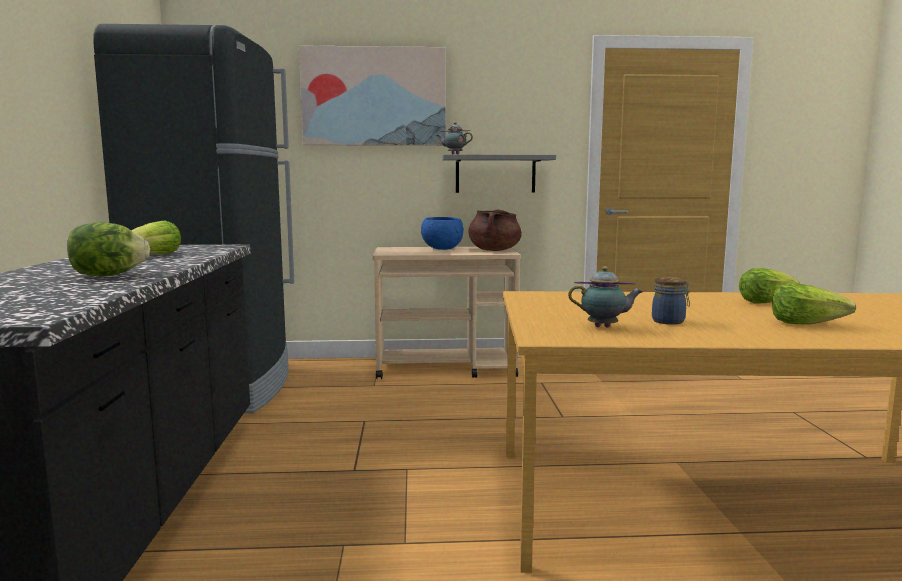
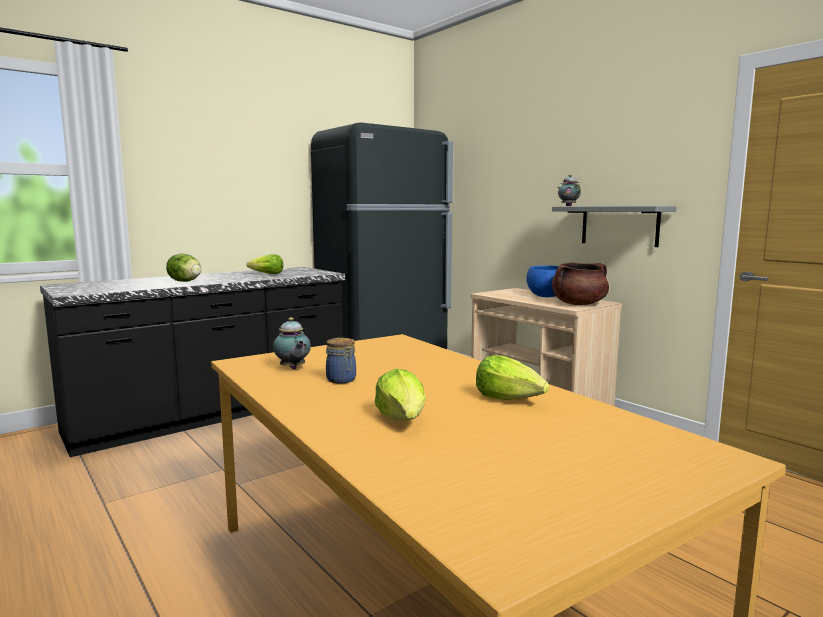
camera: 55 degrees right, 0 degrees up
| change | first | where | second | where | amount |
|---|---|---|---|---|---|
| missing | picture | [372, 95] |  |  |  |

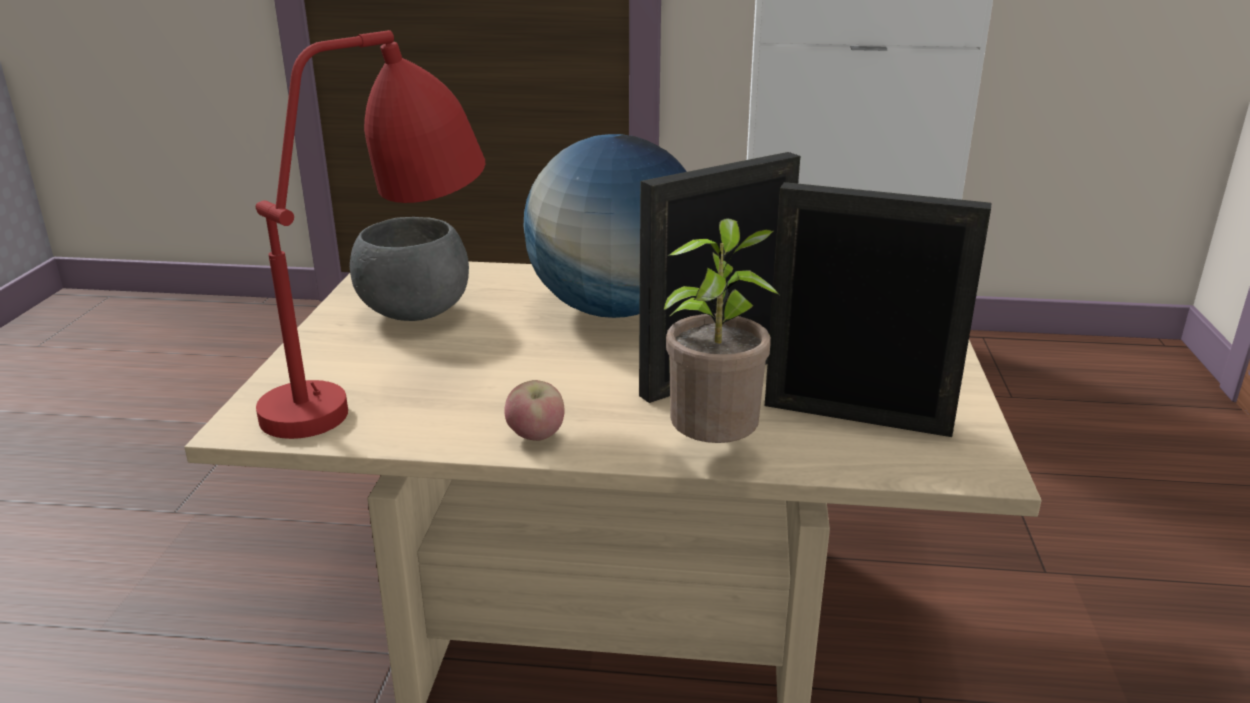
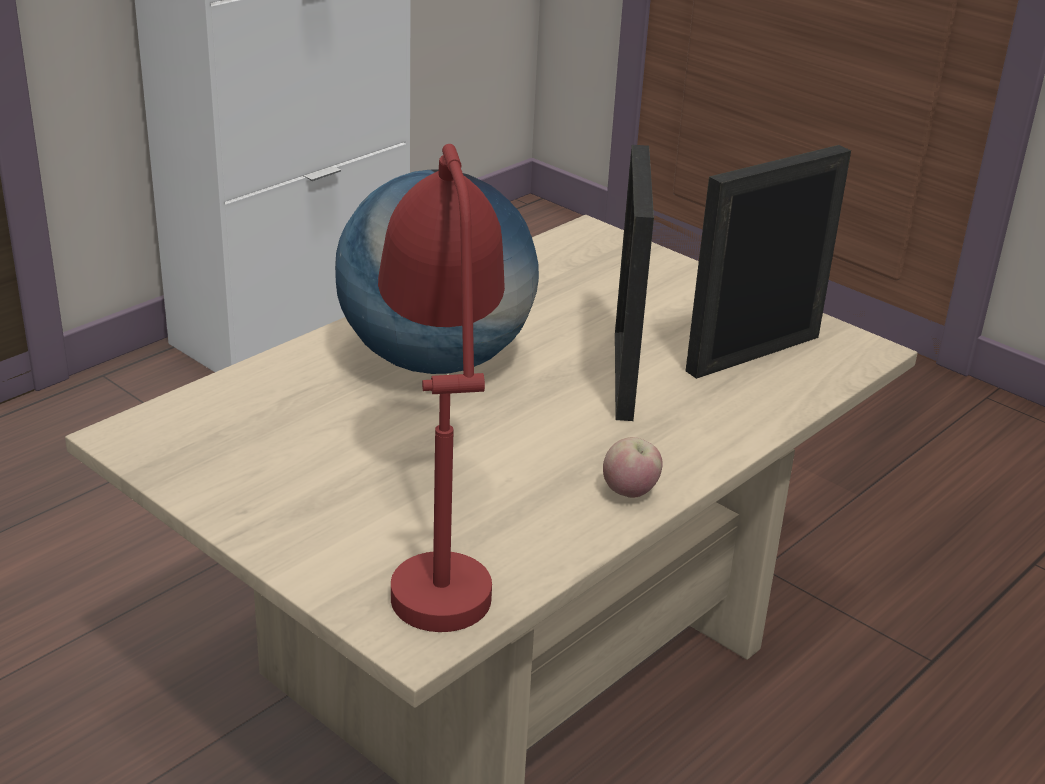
camera: 55 degrees left, 5 degrees up
| change | first | where | second | where | amount |
|---|---|---|---|---|---|
| missing | grey_bowl | [409, 269] |  |  |  |
| missing | potted_plant | [721, 330] |  |  |  |

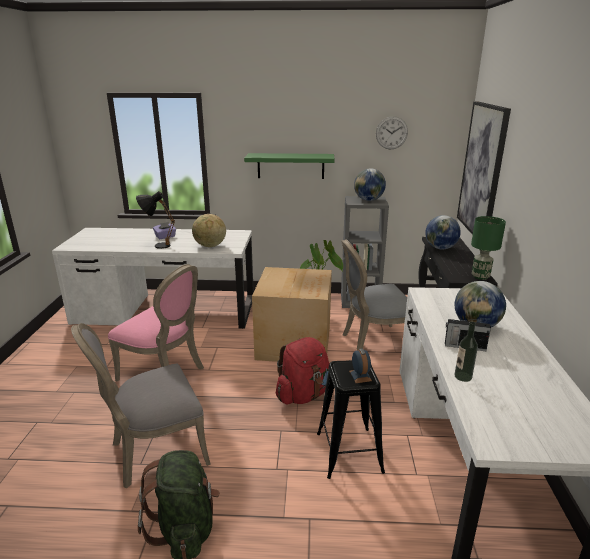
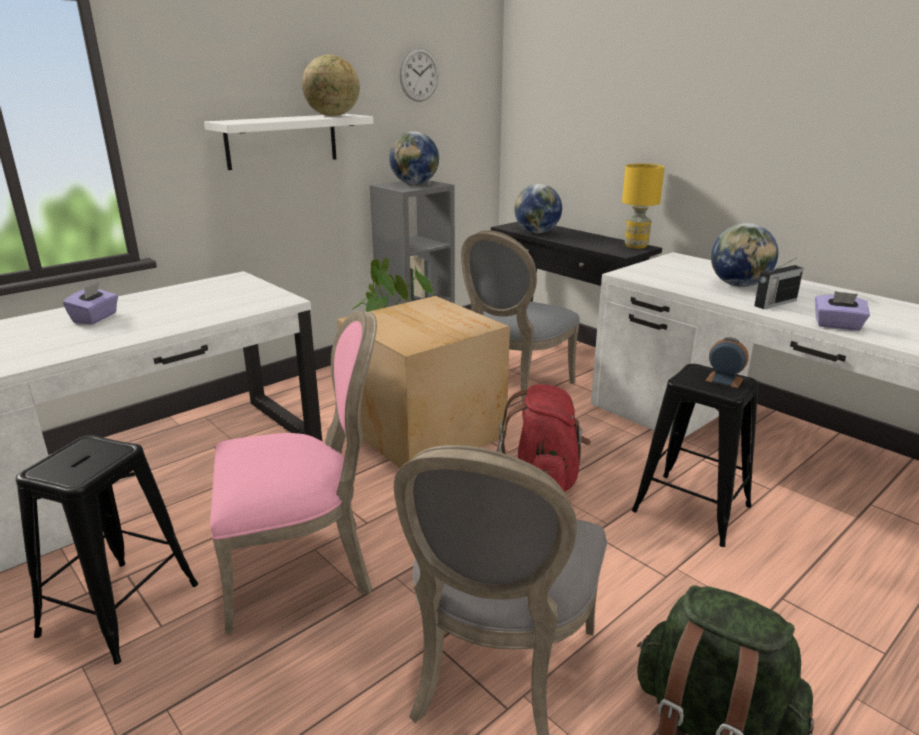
camera: 45 degrees left, 0 degrees up
| change | first | where | second | where | amount |
|---|---|---|---|---|---|
| appeared |  |  | black_stool | [107, 550] |  |
| colour | green_shelf | [289, 166] | white_shelf | [288, 142] |  |
| relocated | globe | [209, 230] |  | [331, 85] |  |
| colour | green_table_lamp | [488, 248] | yellow_table_lamp | [643, 206] |  |
| exchanged | bottle | [466, 351] | purple_tissue_box | [842, 311] |  |
| missing | black_table_lamp | [155, 220] |  |  |  |
| missing | picture | [484, 168] |  |  |  |

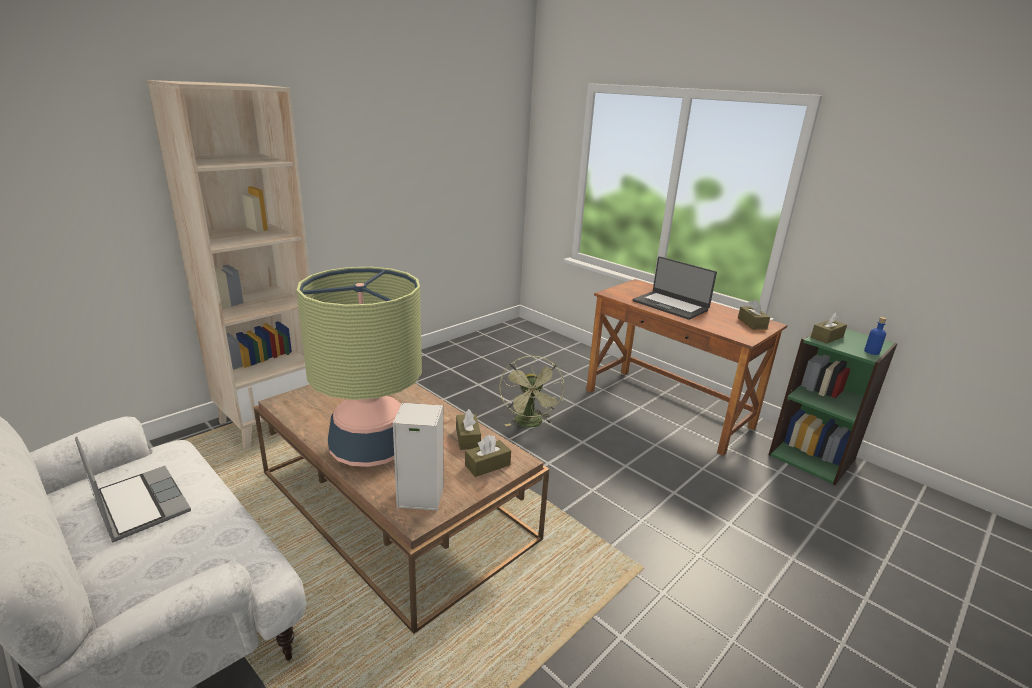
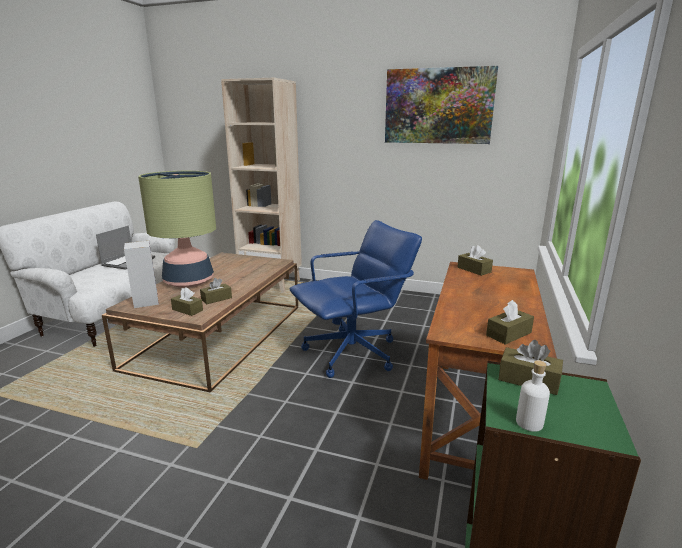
camera: 65 degrees right, 5 degrees down
| change | first | where | second | where | amount |
|---|---|---|---|---|---|
| exchanged | green_fan | [531, 391] | blue_office_chair | [356, 299] |  |
| appeared |  |  | picture | [441, 105] |  |
| appeared |  |  | brown_tissue_box | [475, 260] |  |
| colour | blue_bottle | [875, 336] | white_bottle | [533, 396] |  |
| missing | laptop | [675, 288] |  |  |  |

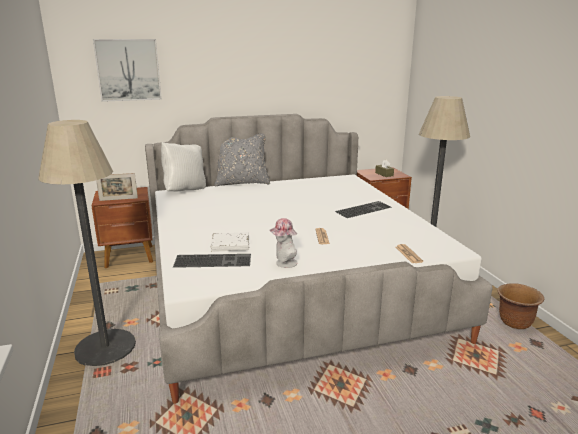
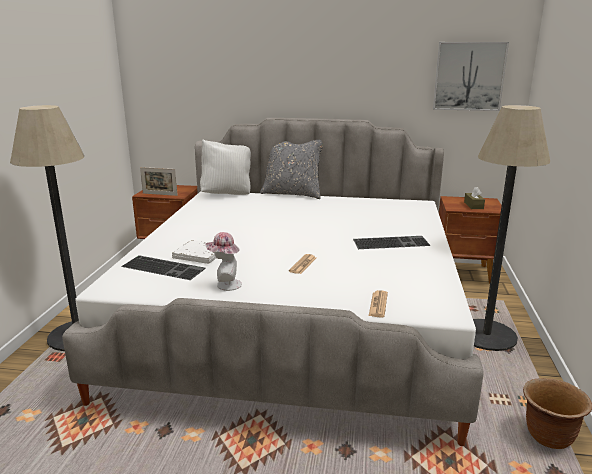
camera: 25 degrees right, 0 degrees up
| change | first | where | second | where | amount |
|---|---|---|---|---|---|
| relocated | picture | [127, 70] |  | [471, 76] |  |

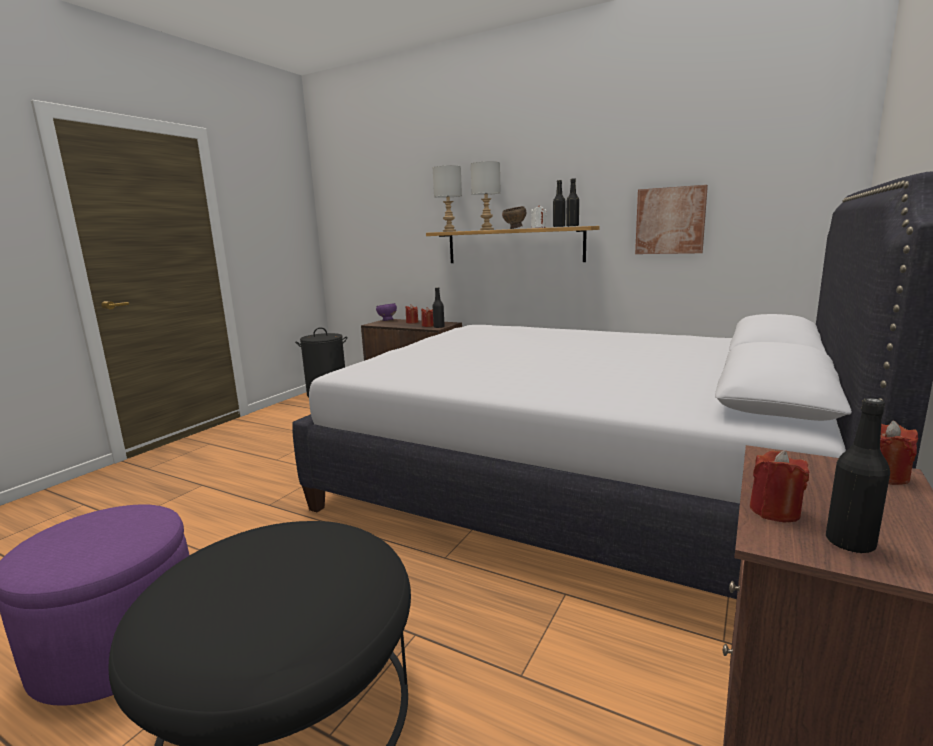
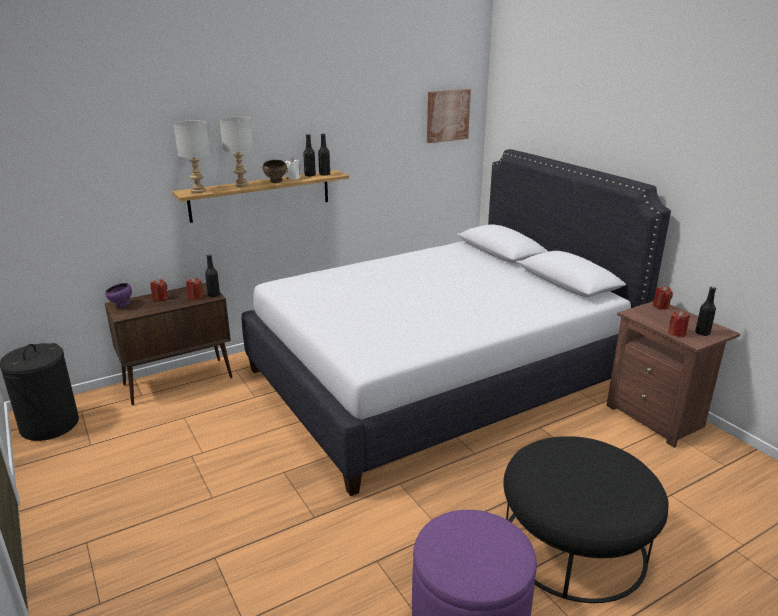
camera: 60 degrees left, 10 degrees up
| change | first | where | second | where | amount |
|---|---|---|---|---|---|
| relocated | picture | [671, 219] |  | [449, 116] |  |

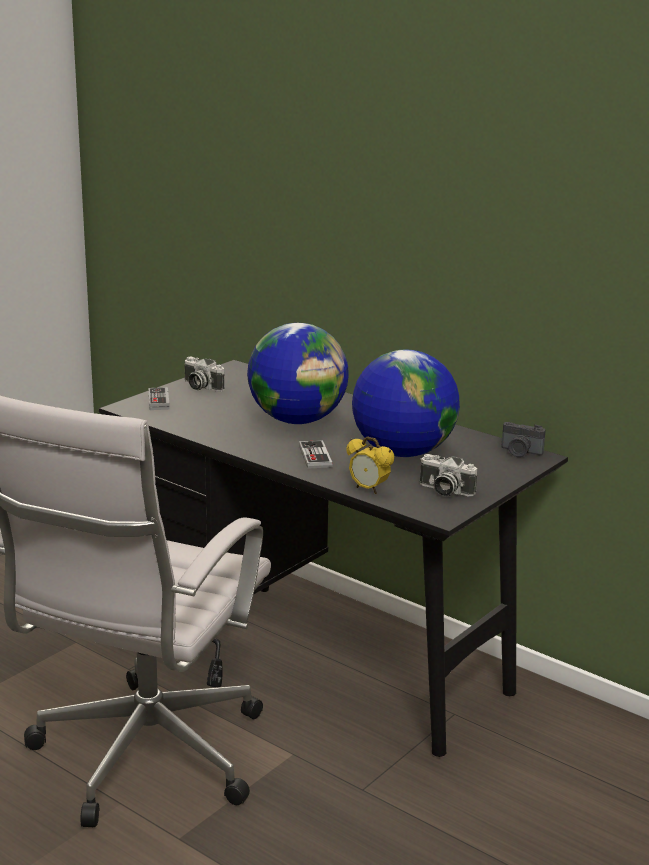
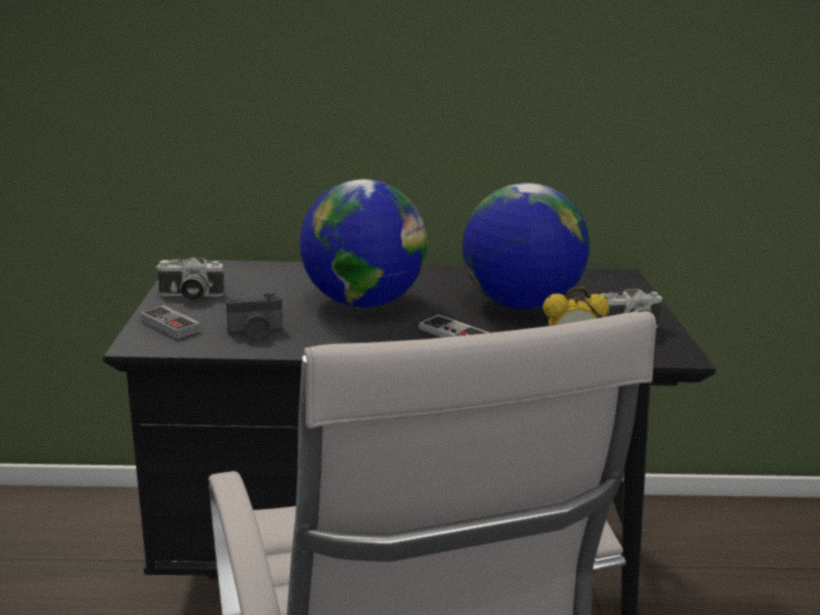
camera: 40 degrees left, 0 degrees up
| change | first | where | second | where | amount |
|---|---|---|---|---|---|
| relocated | photo_camera | [524, 439] |  | [254, 316] |  |

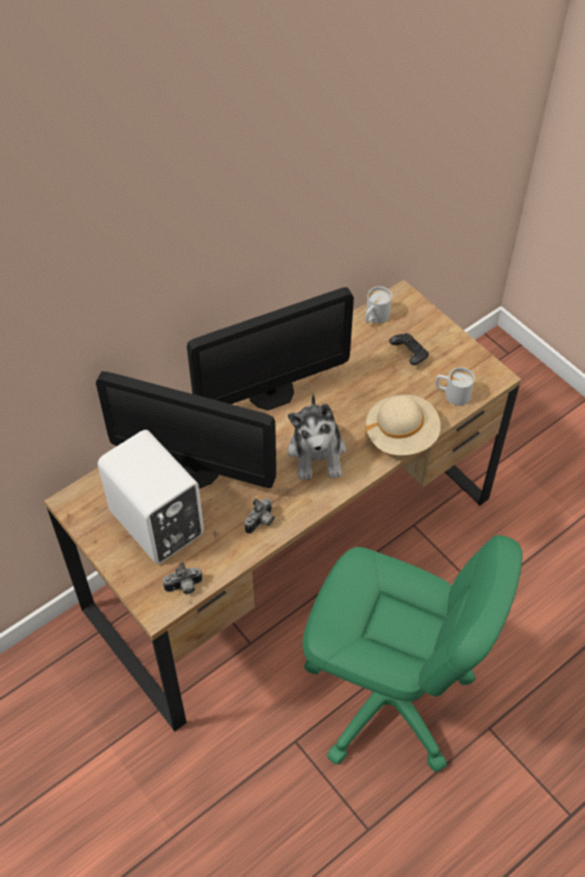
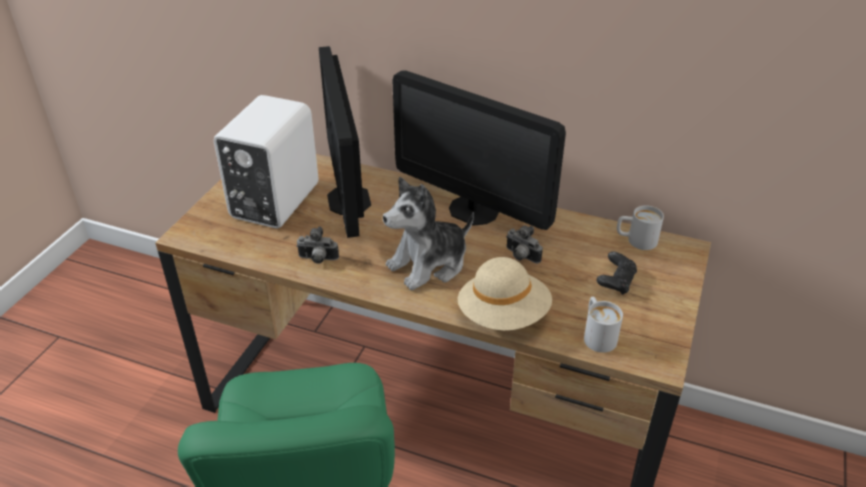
camera: 60 degrees right, 15 degrees down
| change | first | where | second | where | amount |
|---|---|---|---|---|---|
| relocated | photo_camera | [182, 578] |  | [524, 244] |  |

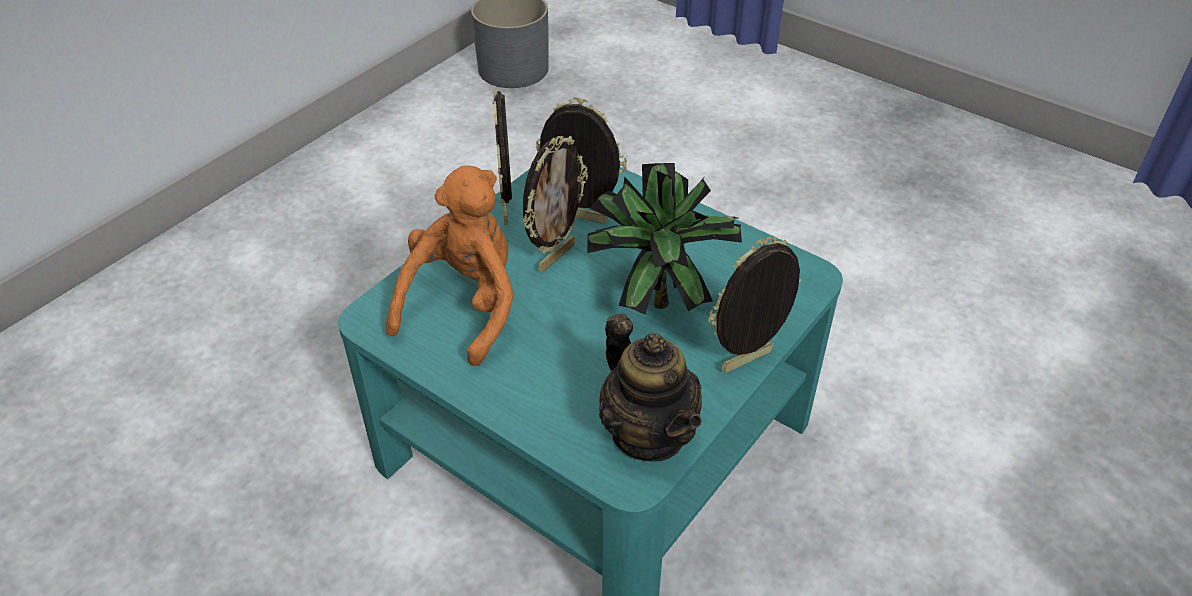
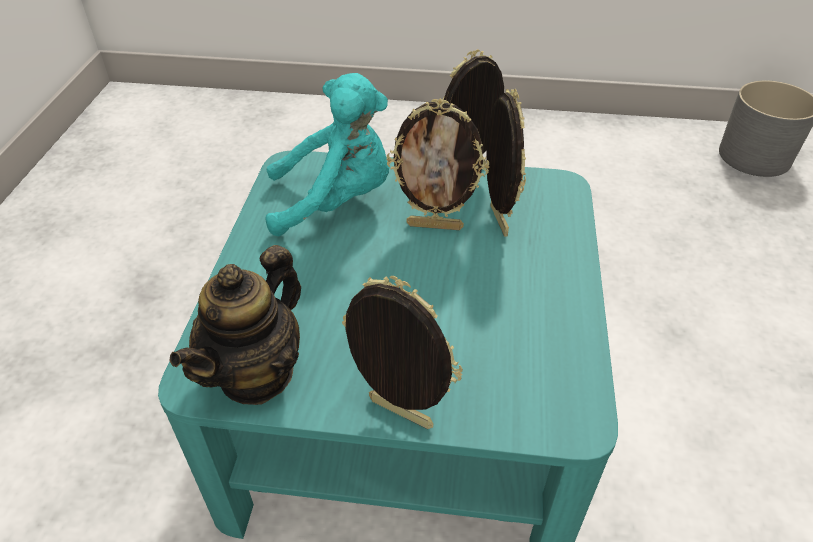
camera: 60 degrees right, 0 degrees up
| change | first | where | second | where | amount |
|---|---|---|---|---|---|
| colour | orange_plush_toy | [450, 265] | turquoise_plush_toy | [327, 155] |  |
| missing | potted_plant | [664, 239] |  |  |  |

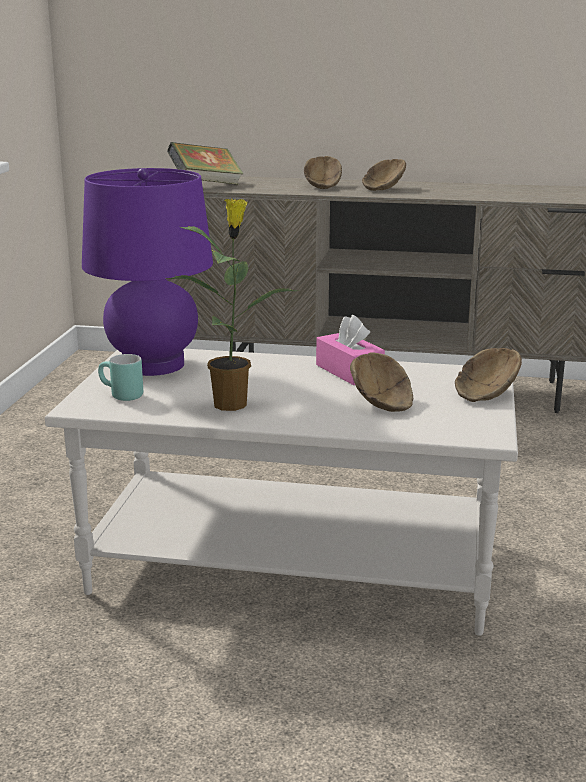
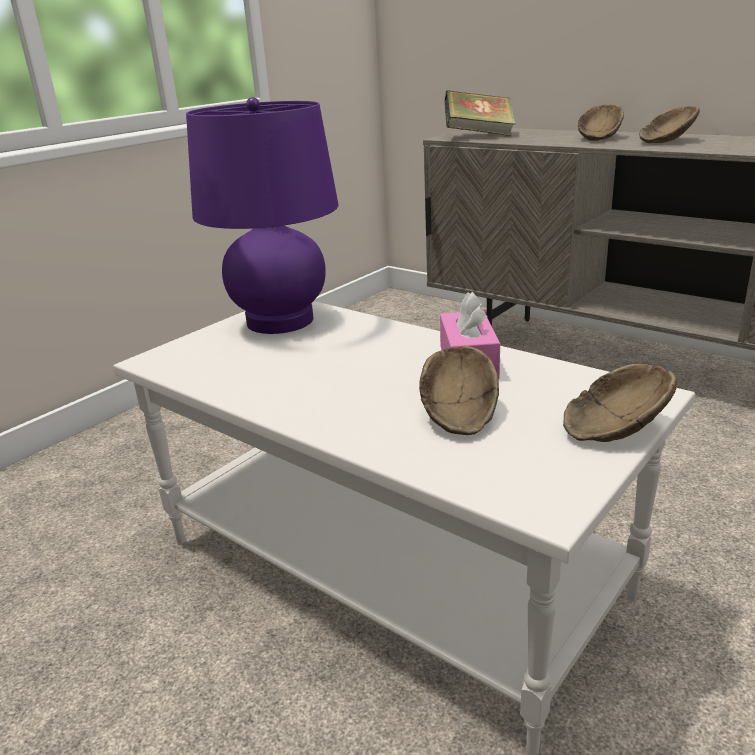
camera: 30 degrees right, 5 degrees up
| change | first | where | second | where | amount |
|---|---|---|---|---|---|
| missing | turquoise_mug | [120, 377] |  |  |  |
| missing | potted_plant | [232, 304] |  |  |  |

